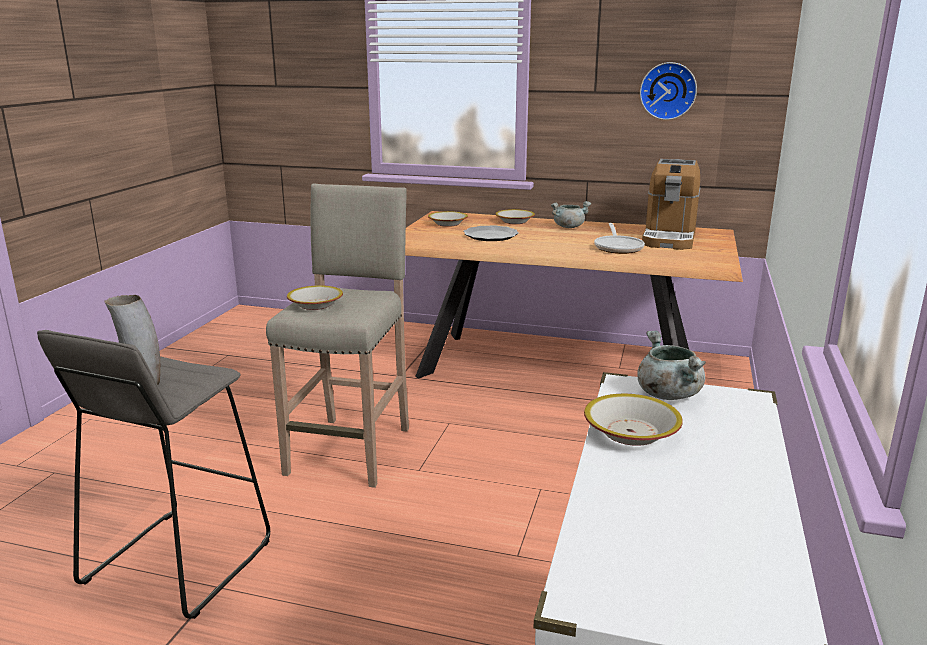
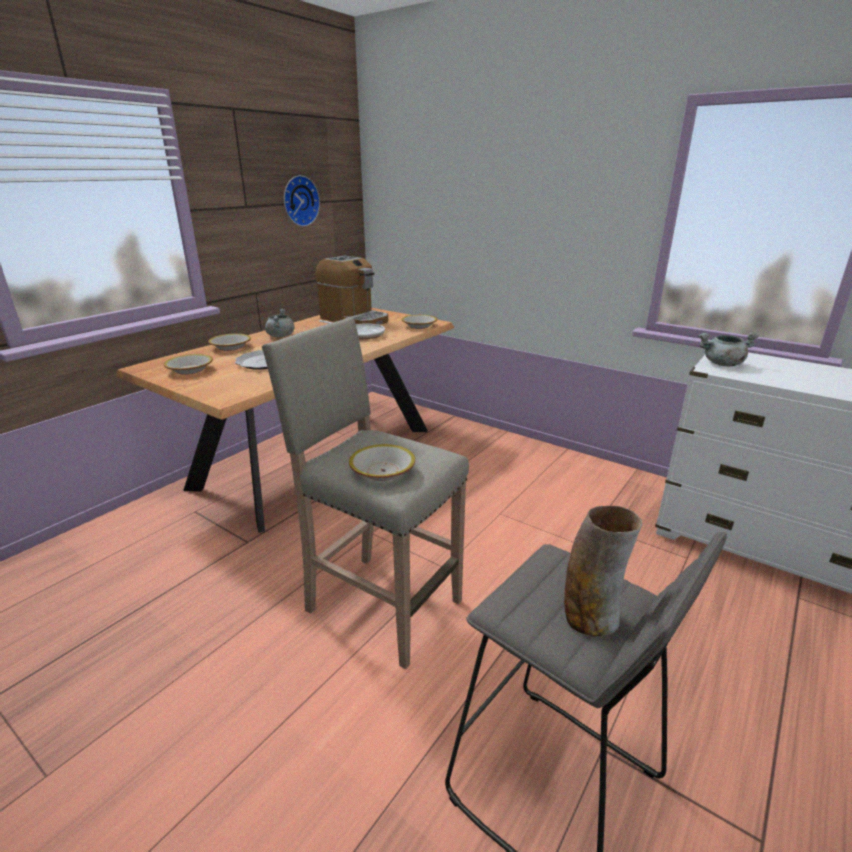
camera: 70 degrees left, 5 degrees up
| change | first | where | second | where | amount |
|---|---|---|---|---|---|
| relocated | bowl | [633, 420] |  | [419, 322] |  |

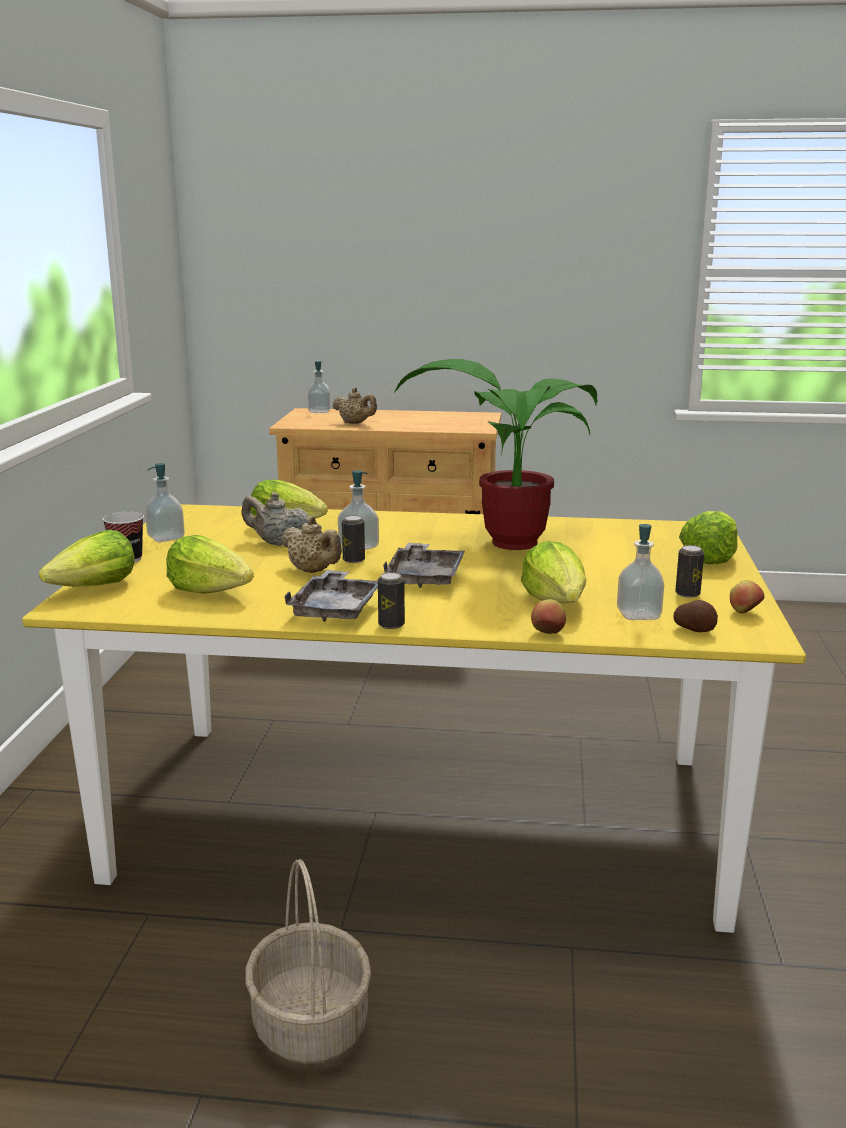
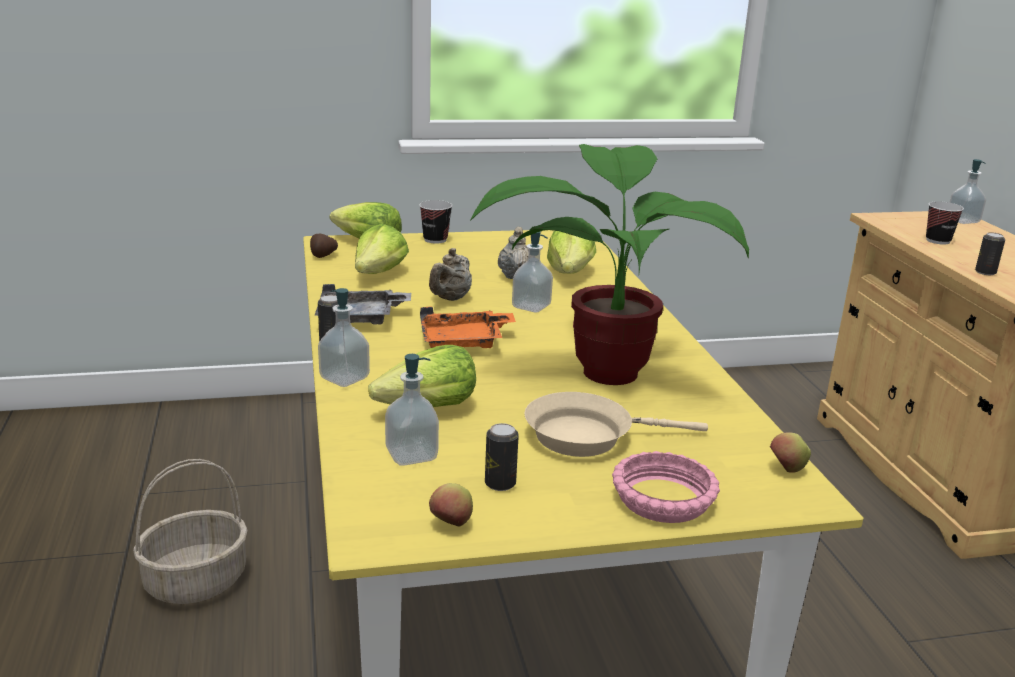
camera: 70 degrees right, 5 degrees up
| change | first | where | second | where | amount |
|---|---|---|---|---|---|
| relocated | potato | [695, 616] |  | [324, 245] |  |
| relocated | soap_dispenser | [165, 502] |  | [344, 337] |  |
| colour | grey_tray | [424, 565] | orange_tray | [468, 327] |  |
| appeared |  |  | beige_frying_pan | [616, 424] |  |
| exchanged | lettuce | [708, 537] | pink_bowl | [666, 487] |  |
| relocated | apple | [548, 616] |  | [790, 452] |  |
| exchanged | beige_teapot | [354, 405] | cup | [945, 223] |  |
| relocated | can | [353, 539] |  | [990, 253] |  |

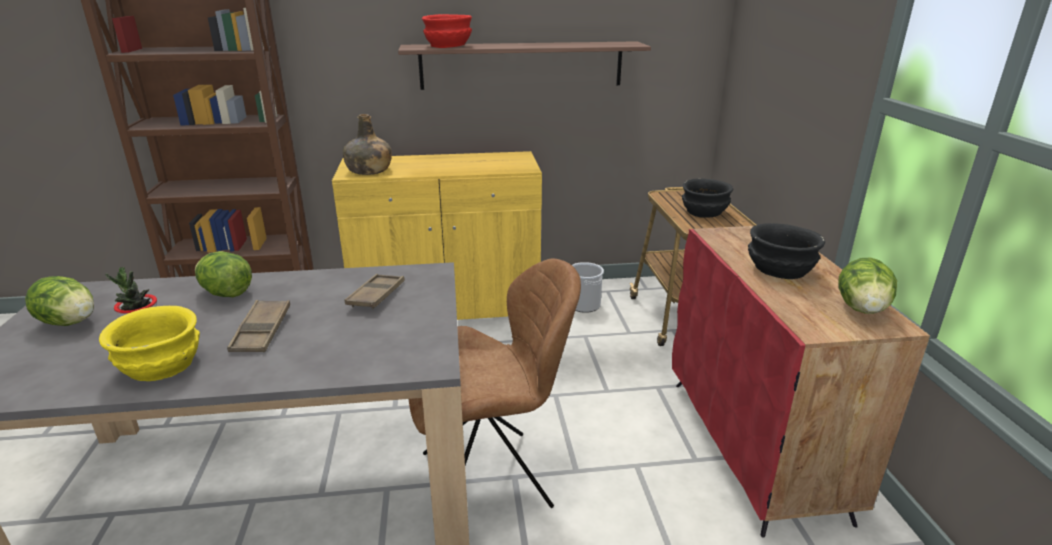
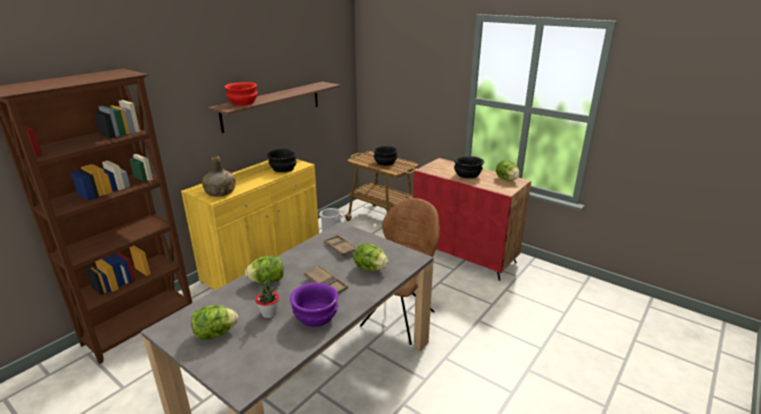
camera: 45 degrees left, 0 degrees up
| change | first | where | second | where | amount |
|---|---|---|---|---|---|
| appeared |  |  | black_bowl | [282, 160] |  |
| colour | yellow_bowl | [149, 343] | purple_bowl | [314, 305] |  |
| appeared |  |  | lettuce | [371, 257] |  |

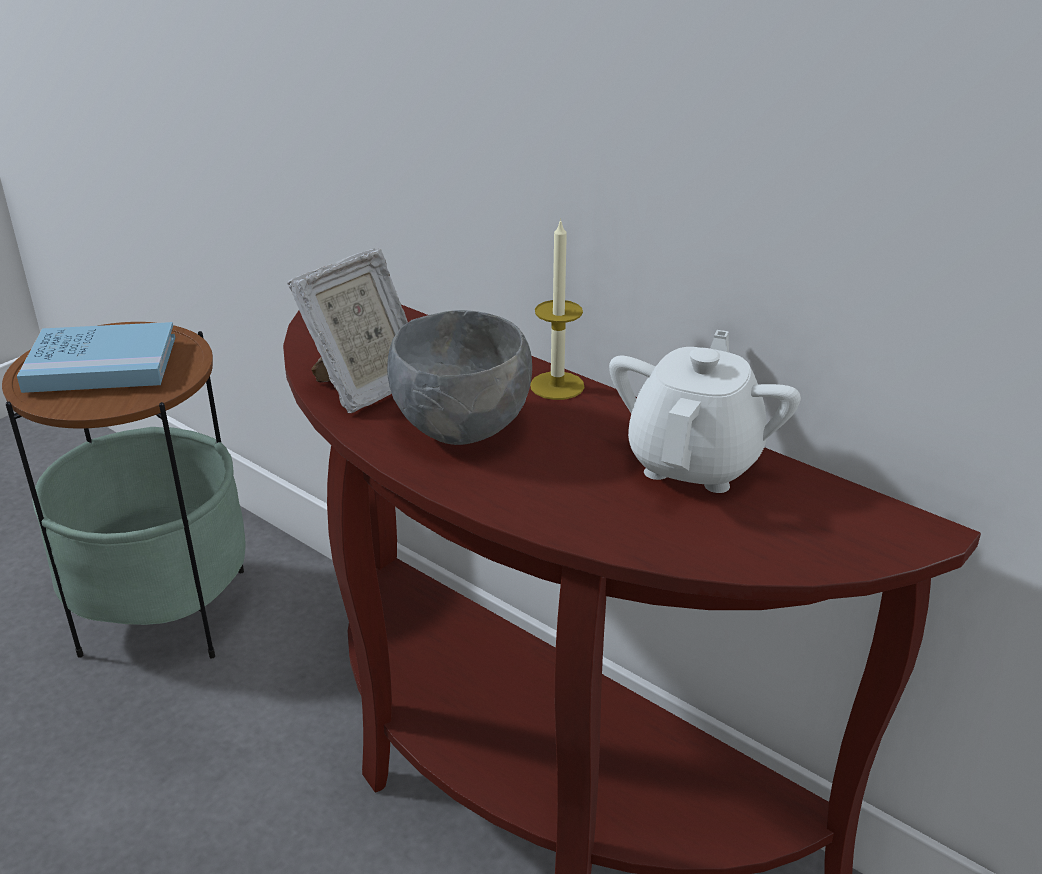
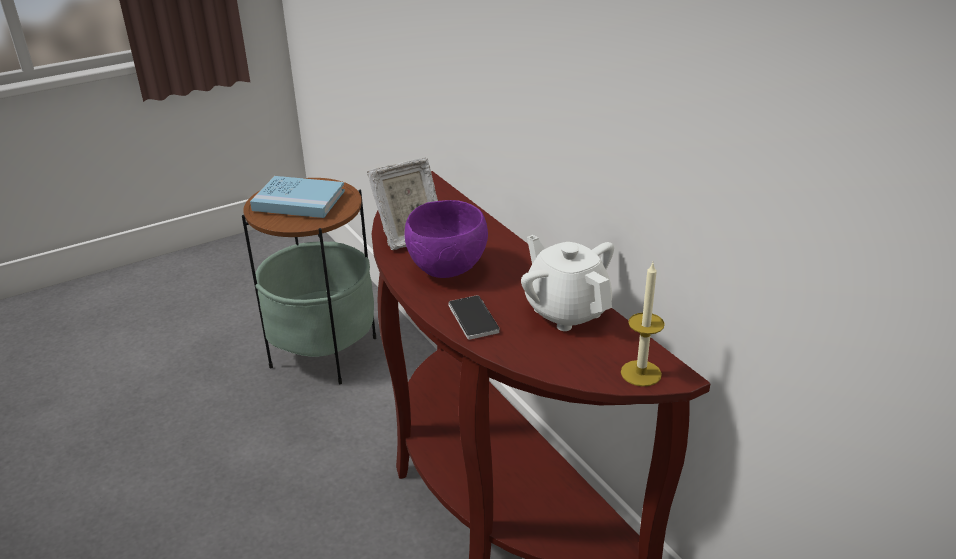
camera: 20 degrees right, 0 degrees up
| change | first | where | second | where | amount |
|---|---|---|---|---|---|
| colour | grey_bowl | [459, 377] | purple_bowl | [446, 239] |  |
| appeared |  |  | phone | [474, 317] |  |
| spun | white_teapot | [705, 411] |  | [567, 283] | 75 degrees counterclockwise |
| relocated | candle | [557, 309] |  | [643, 325] |  |

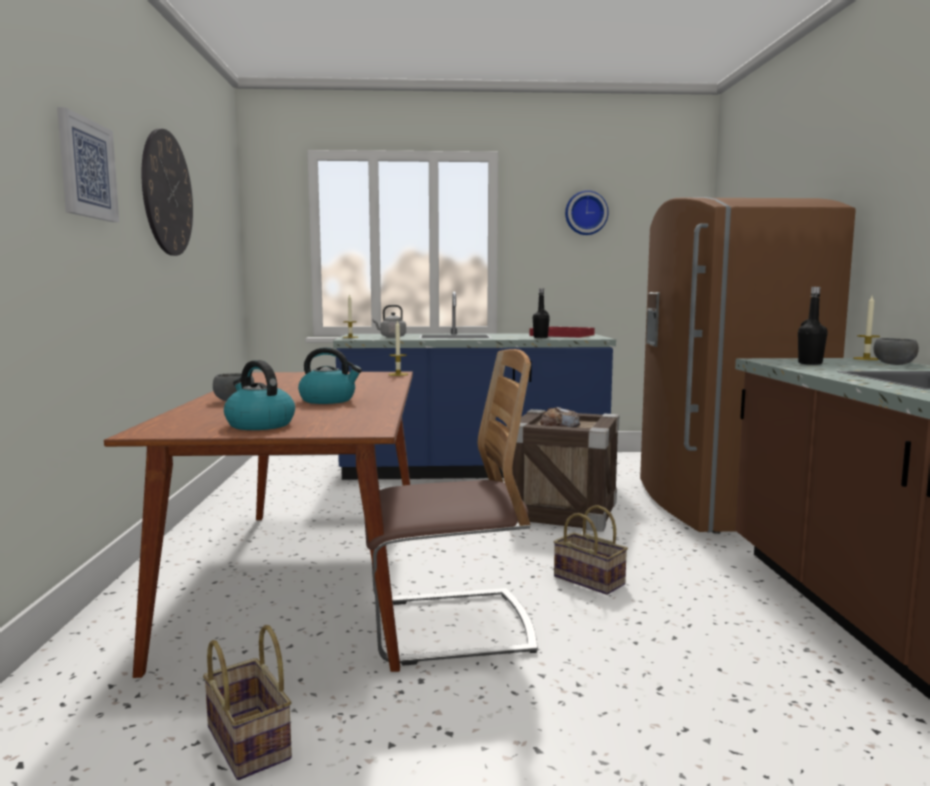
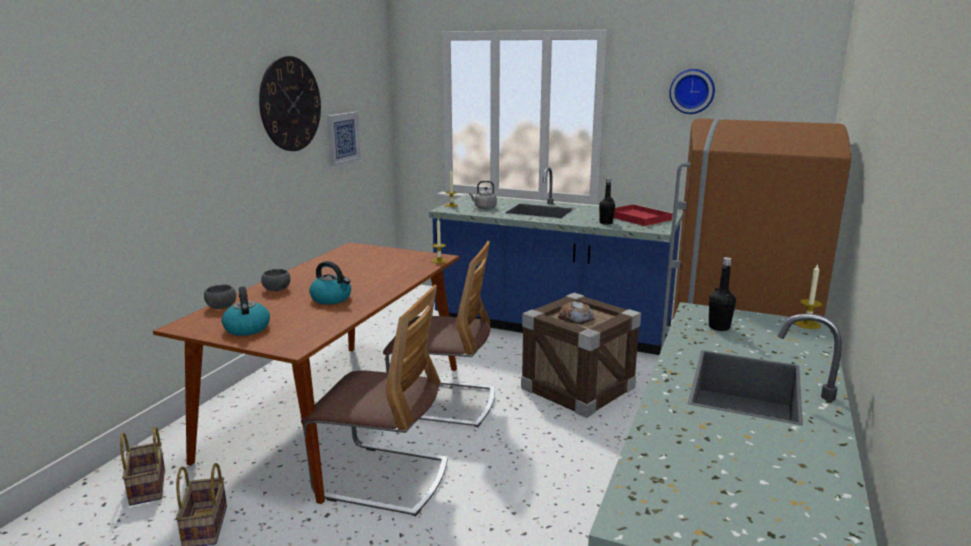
camera: 25 degrees right, 10 degrees up
| change | first | where | second | where | amount |
|---|---|---|---|---|---|
| relocated | basket | [591, 550] |  | [142, 466] |  |
| relocated | grey_bowl | [896, 351] |  | [220, 296] |  |
| relocated | picture | [88, 164] |  | [344, 139] |  |
| appeared |  |  | chair | [439, 334] |  |

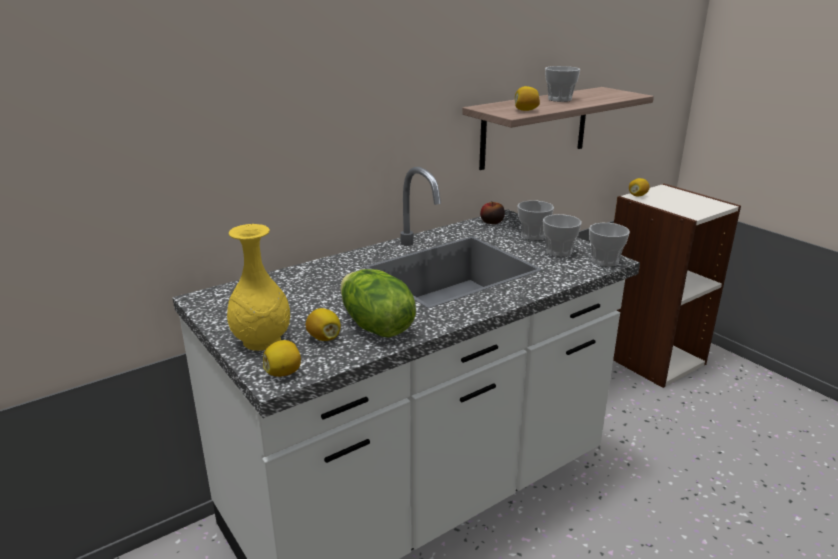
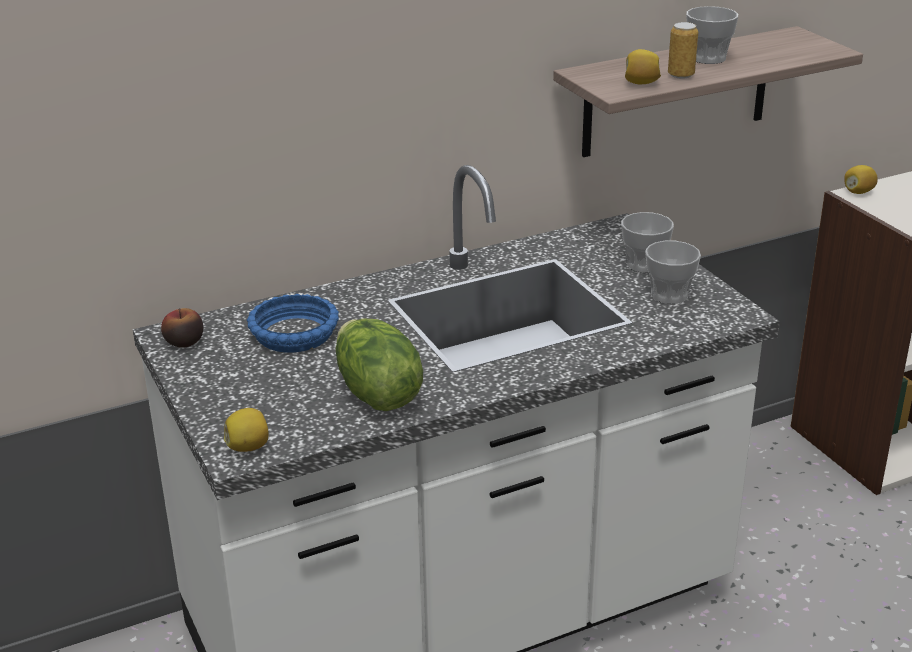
camera: 10 degrees right, 5 degrees up
| change | first | where | second | where | amount |
|---|---|---|---|---|---|
| relocated | apple | [492, 212] |  | [182, 328] |  |
| appeared |  |  | blue_bowl | [293, 323] |  |
| appeared |  |  | can | [683, 50] |  |
| missing | yellow_vase | [258, 287] |  |  |  |
| missing | lemon | [323, 324] |  |  |  |
| missing | cup | [609, 245] |  |  |  |

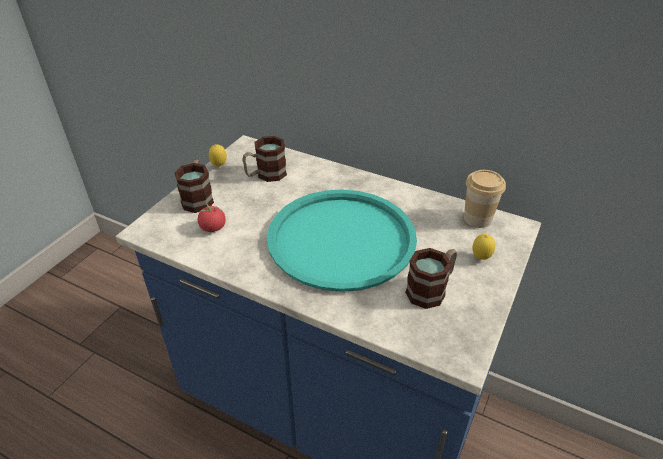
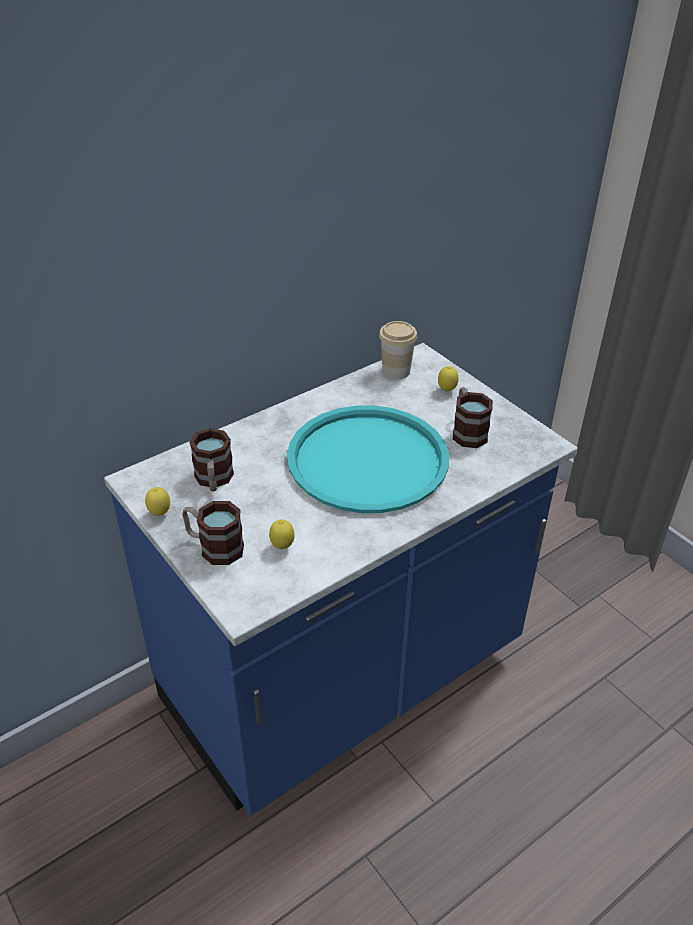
camera: 65 degrees left, 0 degrees up
| change | first | where | second | where | amount |
|---|---|---|---|---|---|
| exchanged | tomato | [212, 217] | lemon | [282, 534] |  |

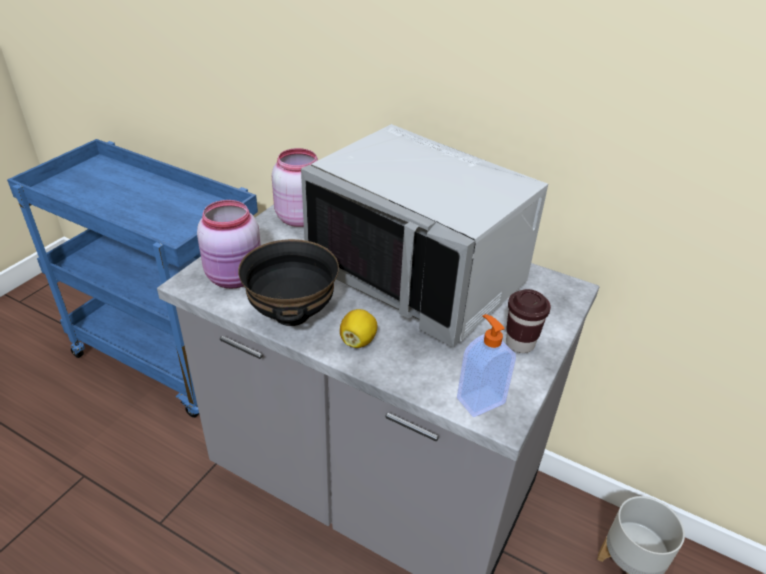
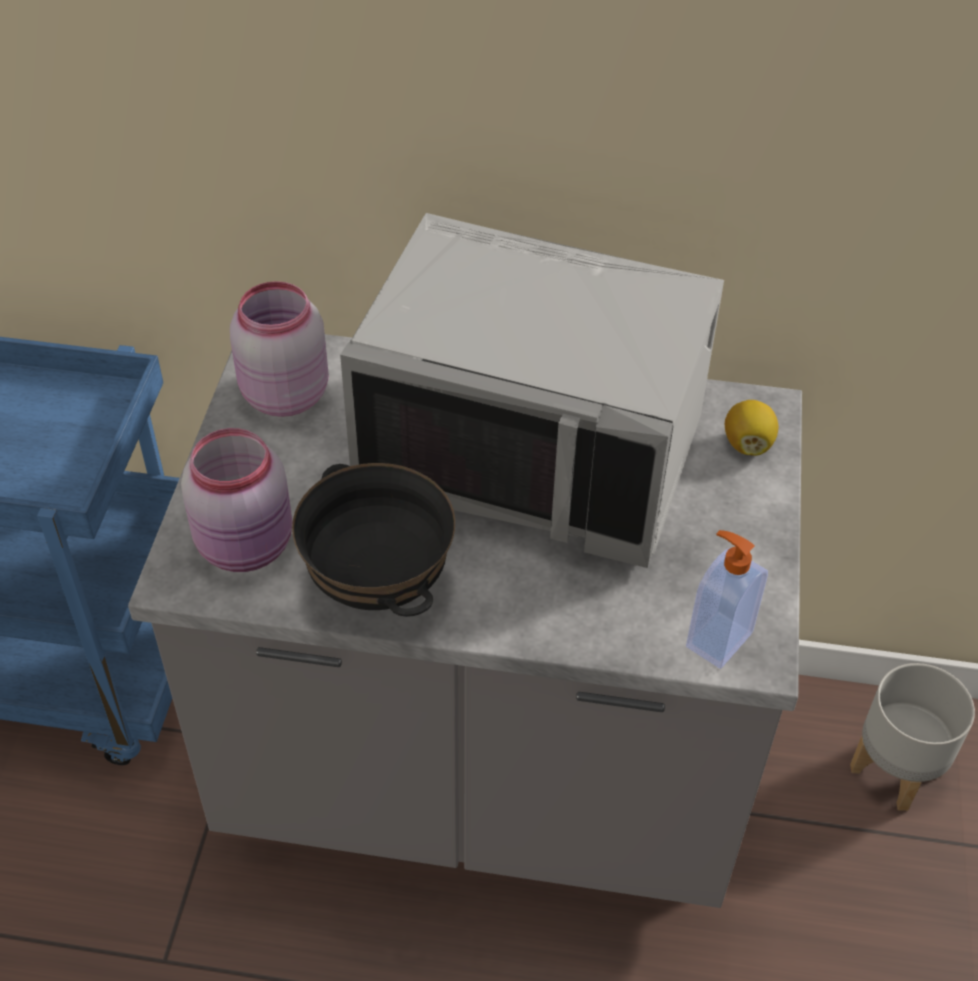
camera: 20 degrees left, 10 degrees up
| change | first | where | second | where | amount |
|---|---|---|---|---|---|
| relocated | lemon | [358, 328] |  | [752, 428] |  |
| missing | brown_cup | [528, 321] |  |  |  |

